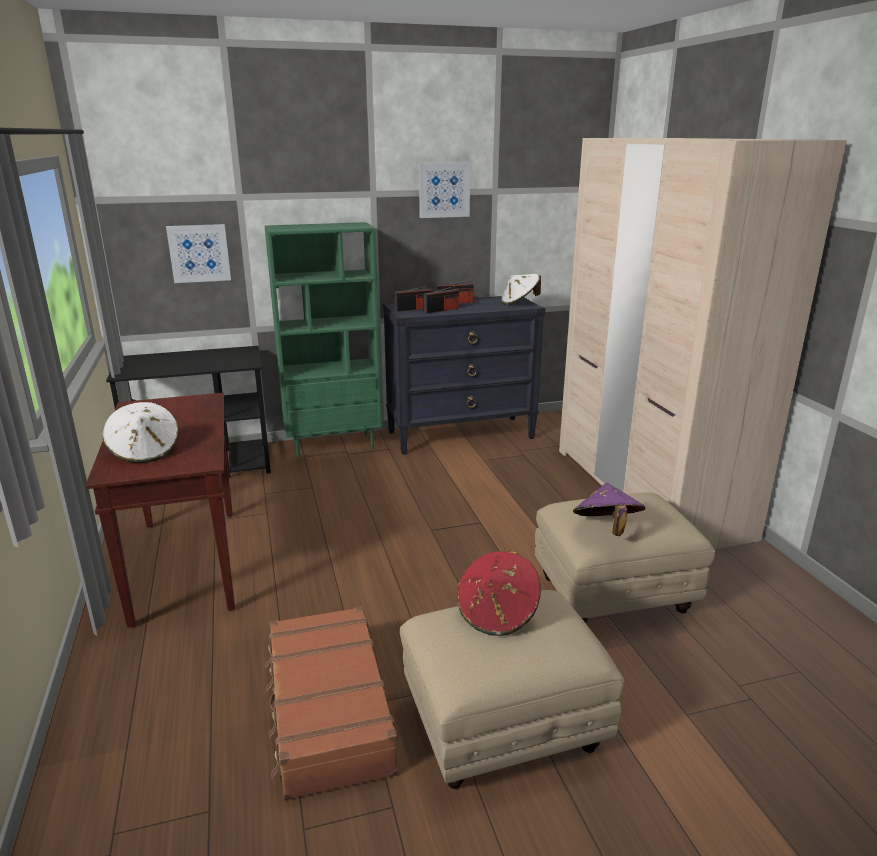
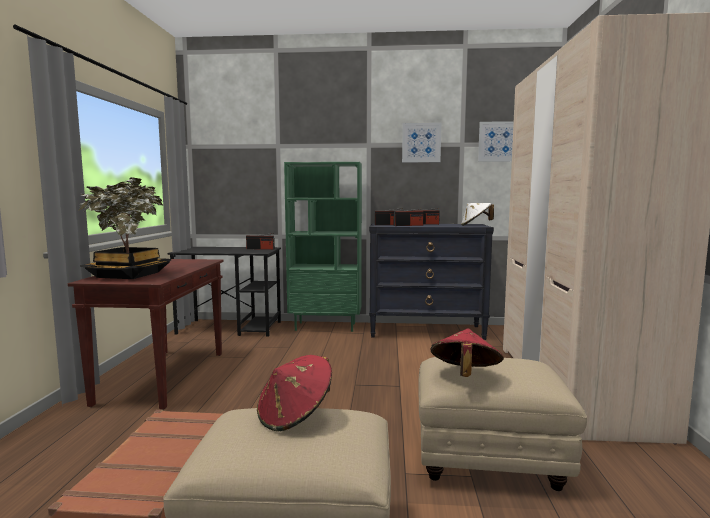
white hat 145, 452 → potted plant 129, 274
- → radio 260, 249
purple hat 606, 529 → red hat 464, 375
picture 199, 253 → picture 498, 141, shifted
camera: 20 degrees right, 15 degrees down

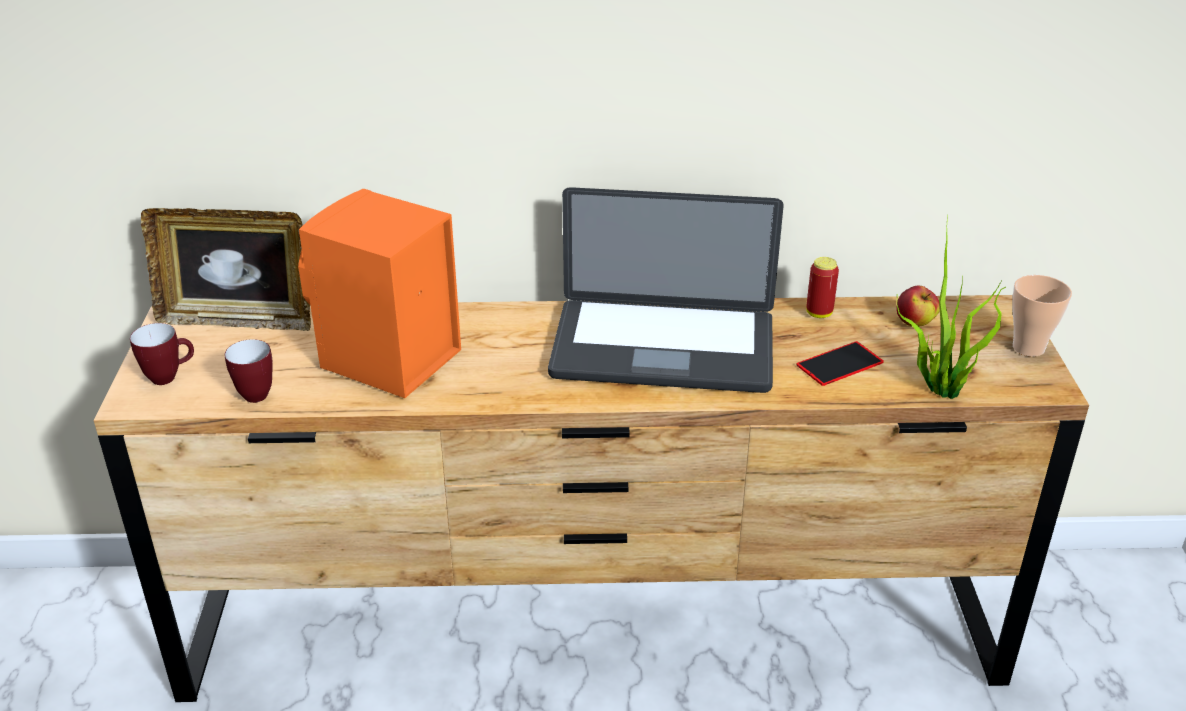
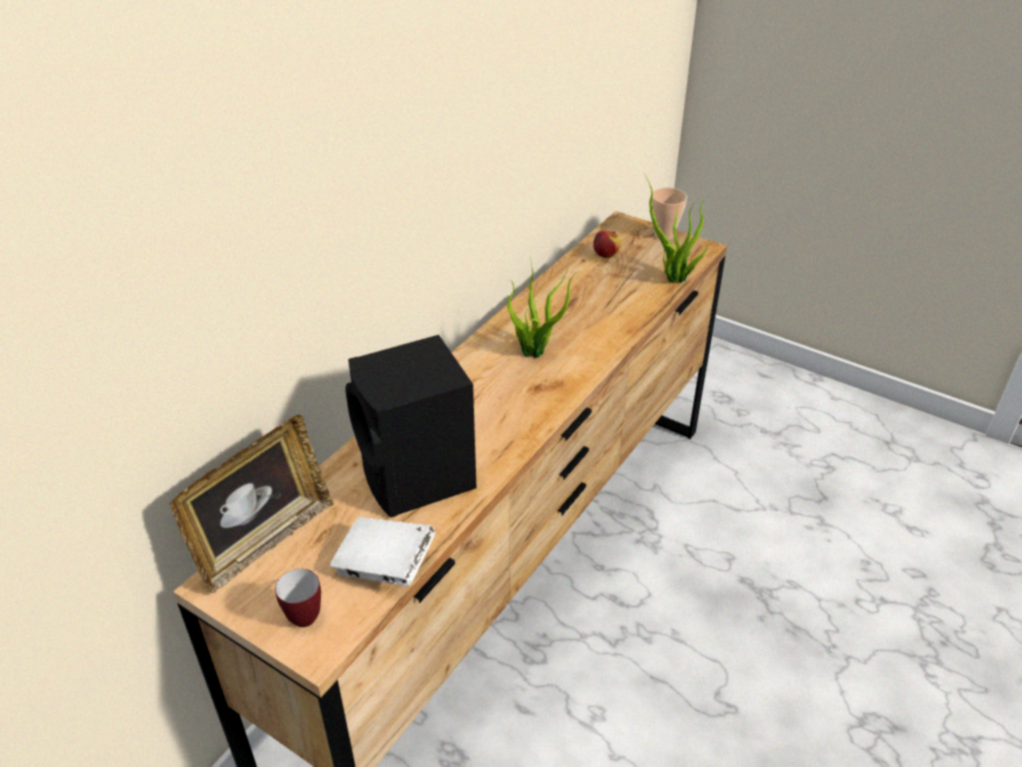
mug 256, 392 → white book 385, 566
orange speaker 386, 361 → black speaker 418, 479
laptop 663, 349 → potted plant 536, 352
phone 840, 364 → -
can 819, 313 → -
camera: 55 degrees left, 5 degrees up

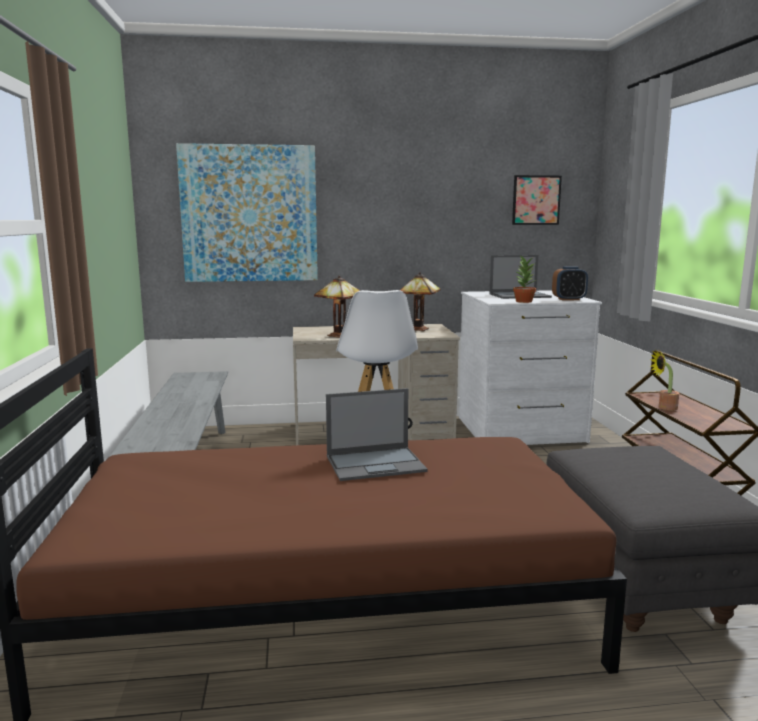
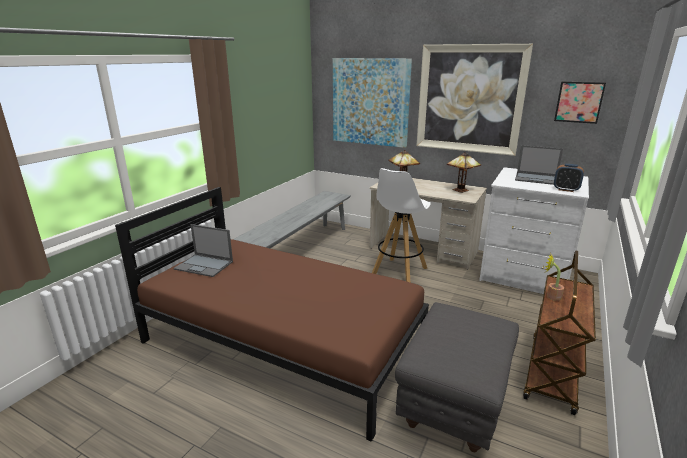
laptop 376, 464 → laptop 204, 265, shifted
- → picture 469, 99
potted plant 523, 301 → -
camera: 35 degrees right, 10 degrees up

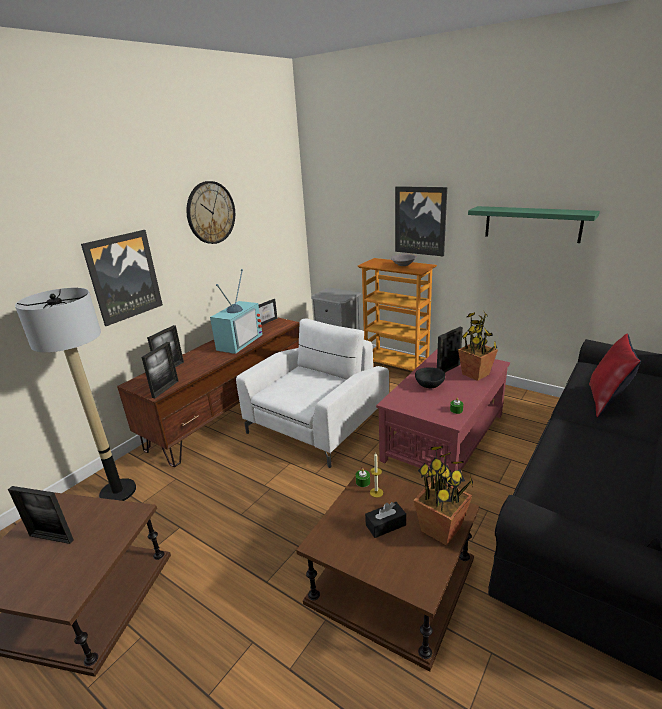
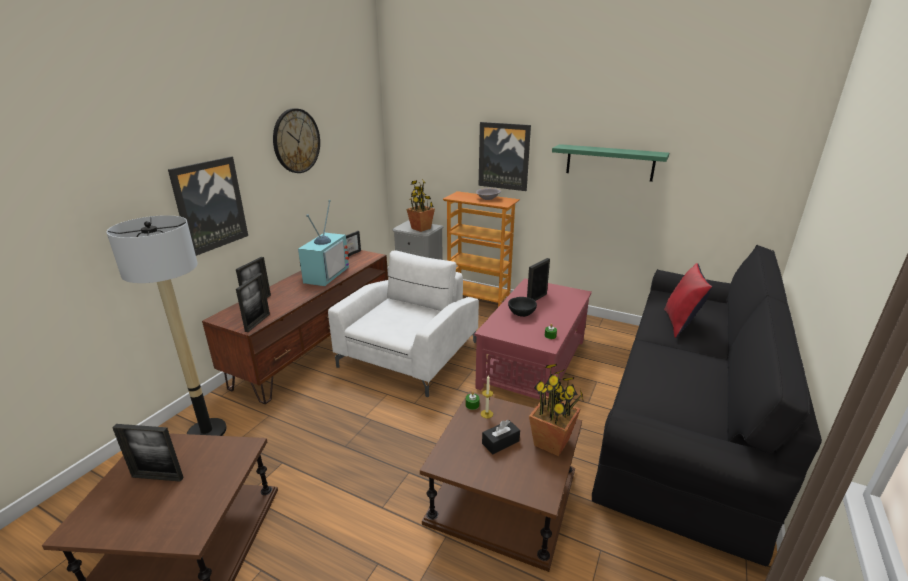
potted plant 476, 374 → potted plant 421, 228, shifted
camera: 10 degrees left, 0 degrees up

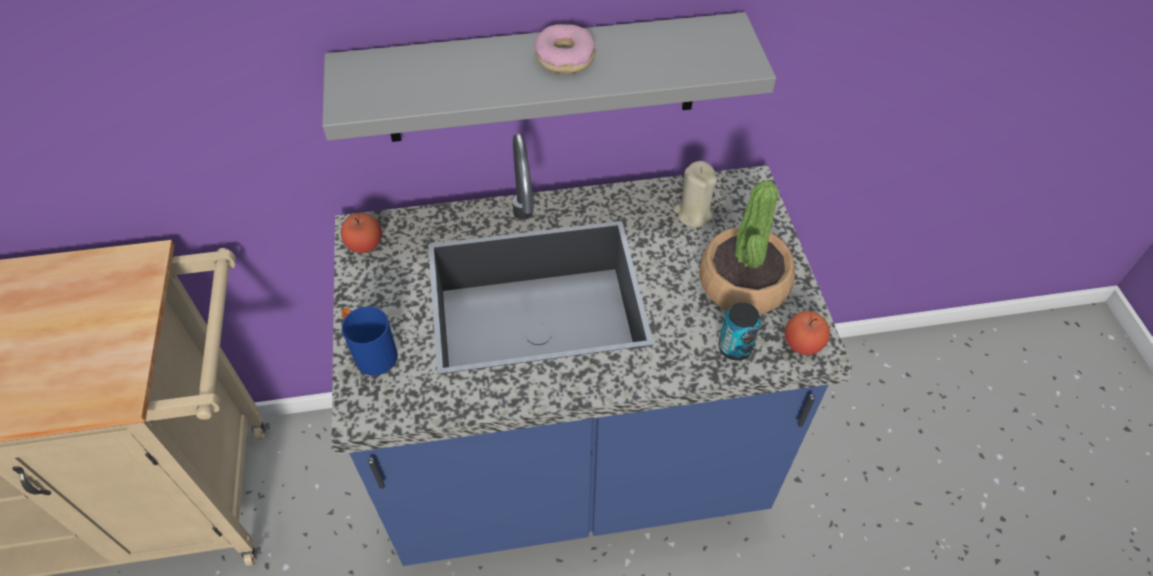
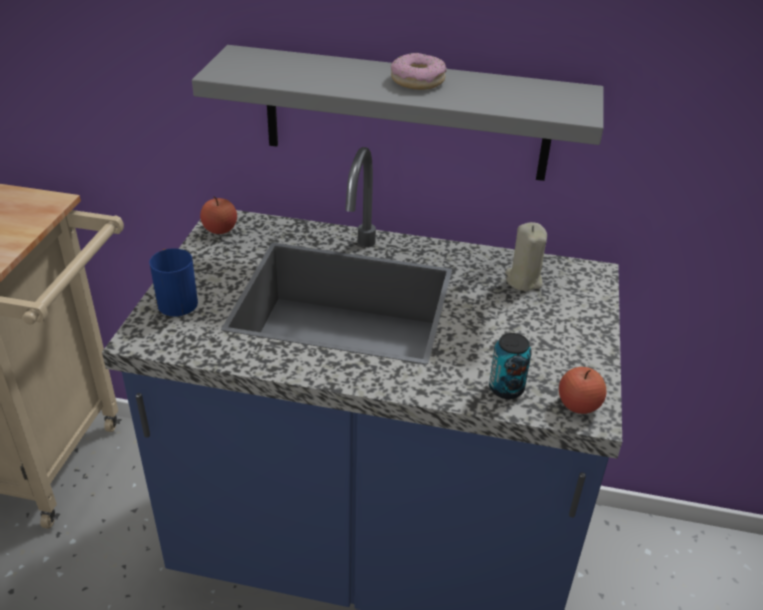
potted plant 744, 283 → -
camera: 20 degrees right, 15 degrees down

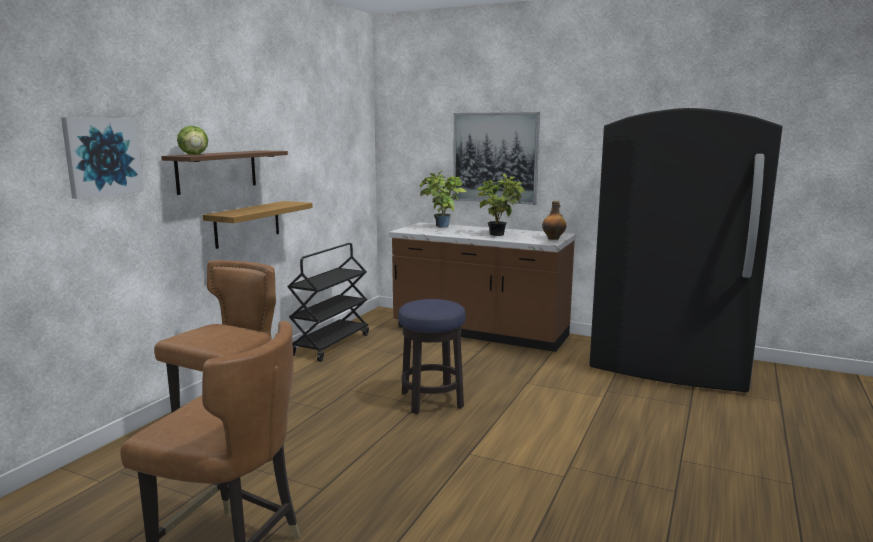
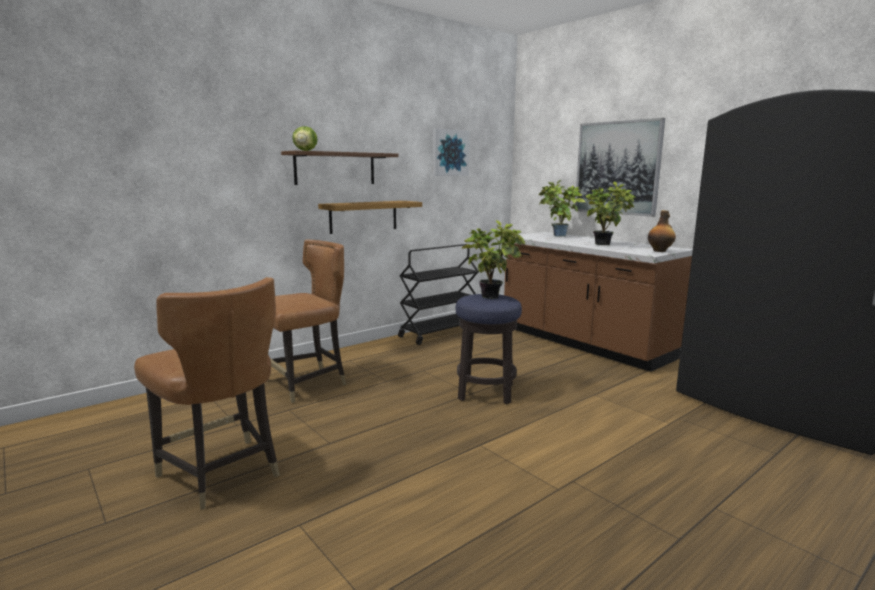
picture 102, 156 → picture 450, 153, shifted
- → potted plant 493, 296
camera: 25 degrees right, 0 degrees up

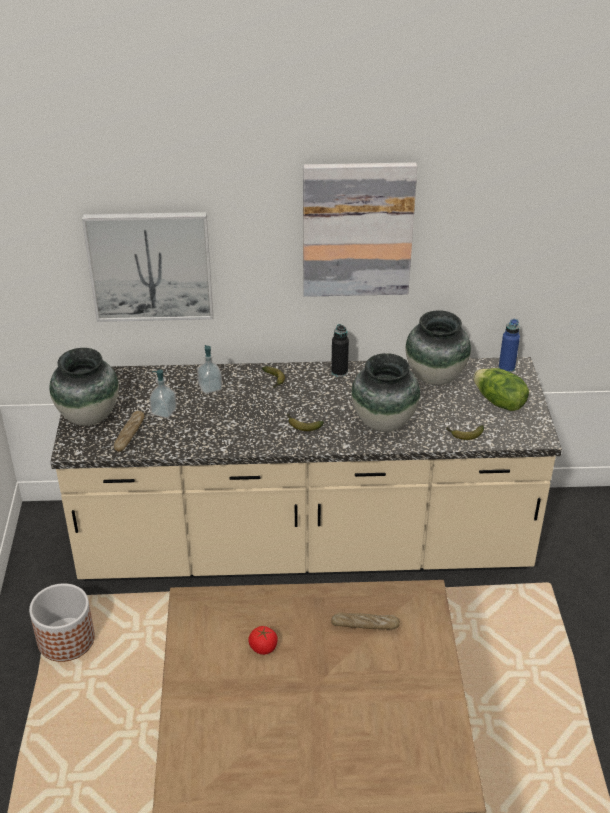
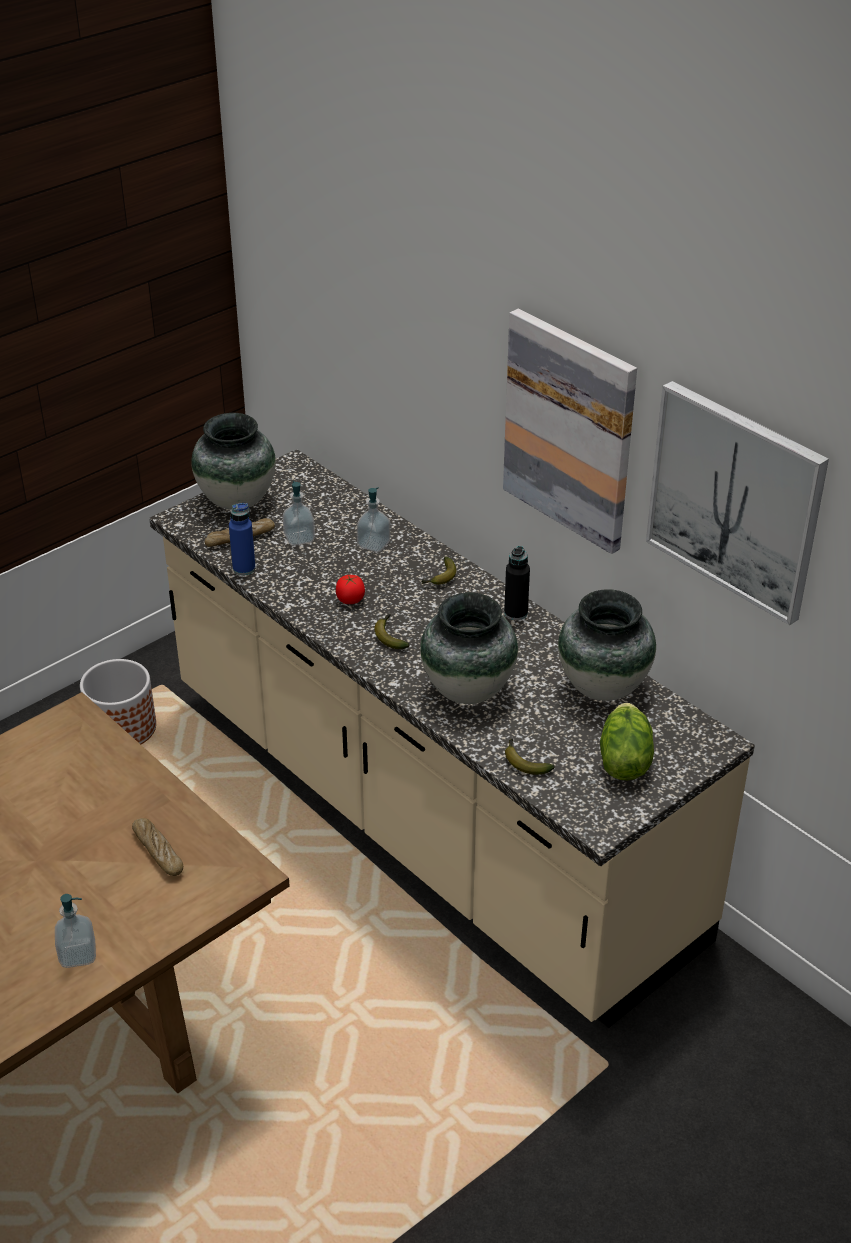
- → soap dispenser 78, 955
blue bottle 506, 368 → blue bottle 244, 568, shifted
tomato 263, 647 → tomato 350, 599, shifted
picture 150, 266 → picture 735, 500, shifted
camera: 50 degrees right, 0 degrees up

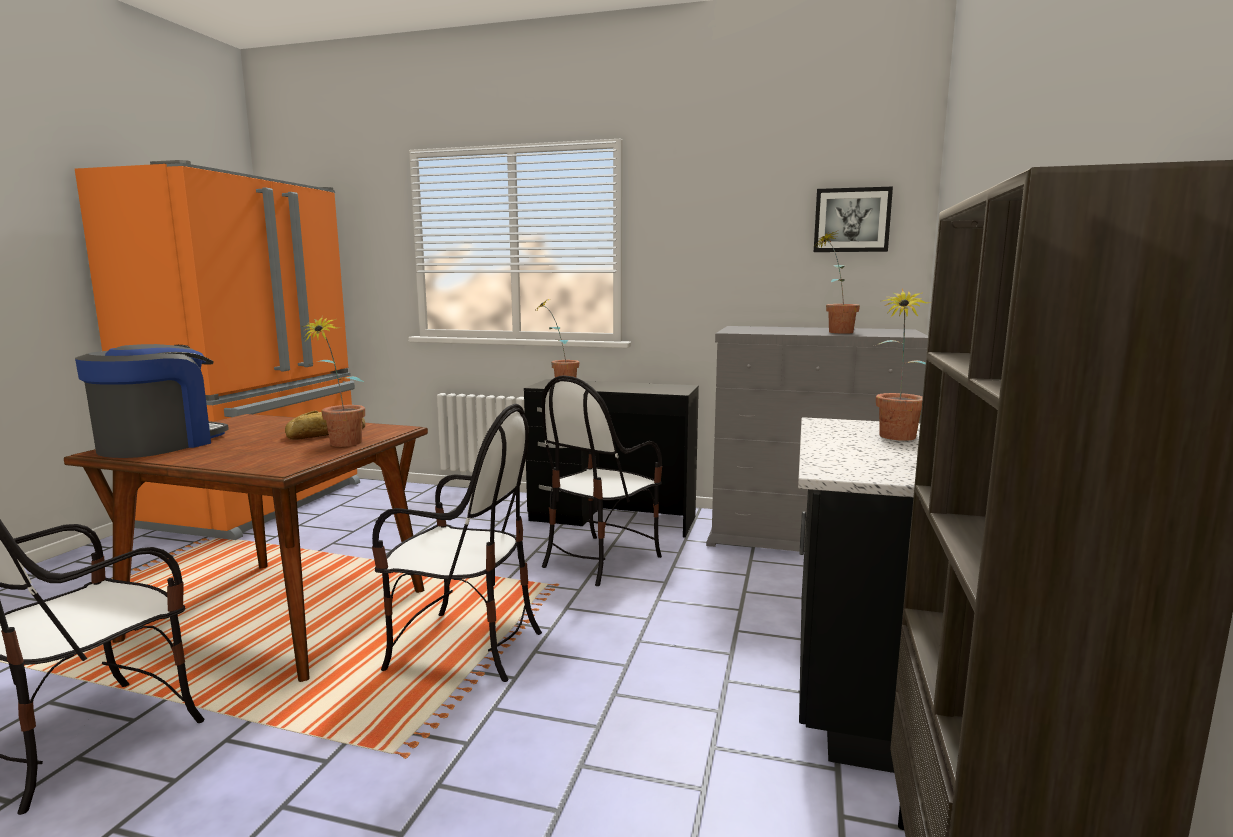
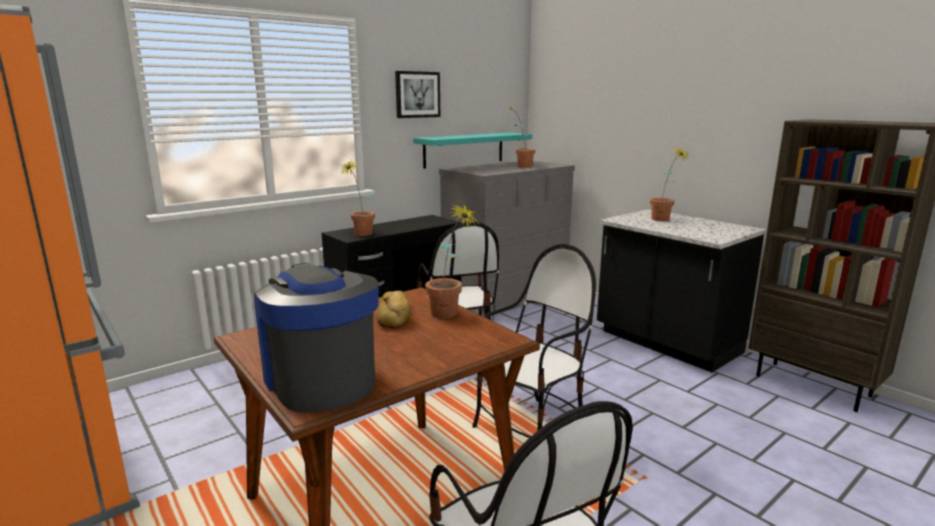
picture 851, 220 → picture 417, 94, shifted
- → turquoise shelf 464, 149
camera: 55 degrees left, 5 degrees up

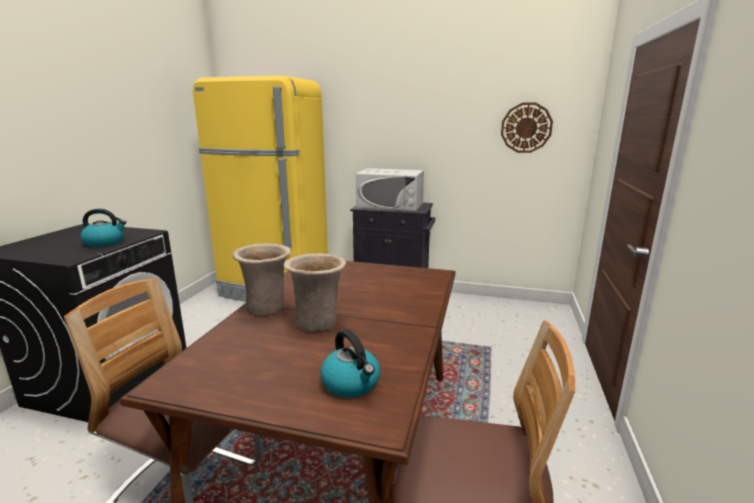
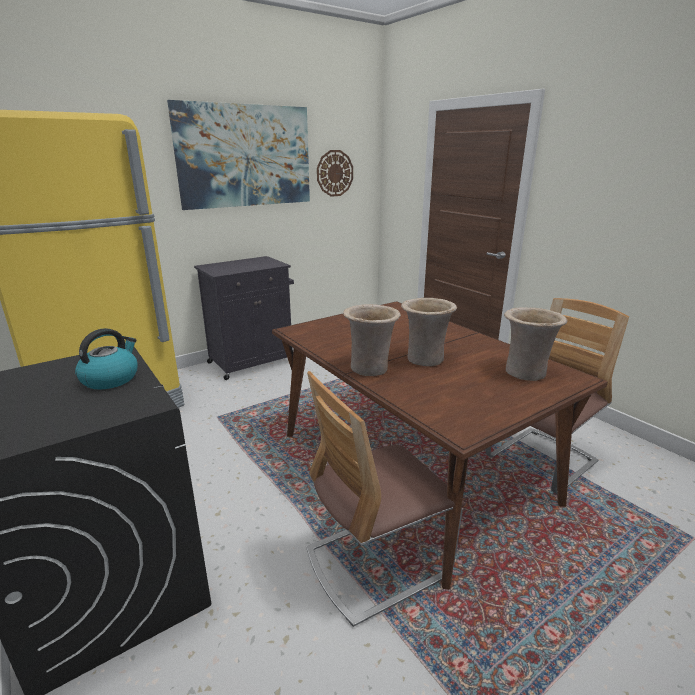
- → picture 245, 156
kettle 351, 383 → beige vase 525, 372
white microwave 390, 205 → -
camera: 50 degrees left, 5 degrees up

